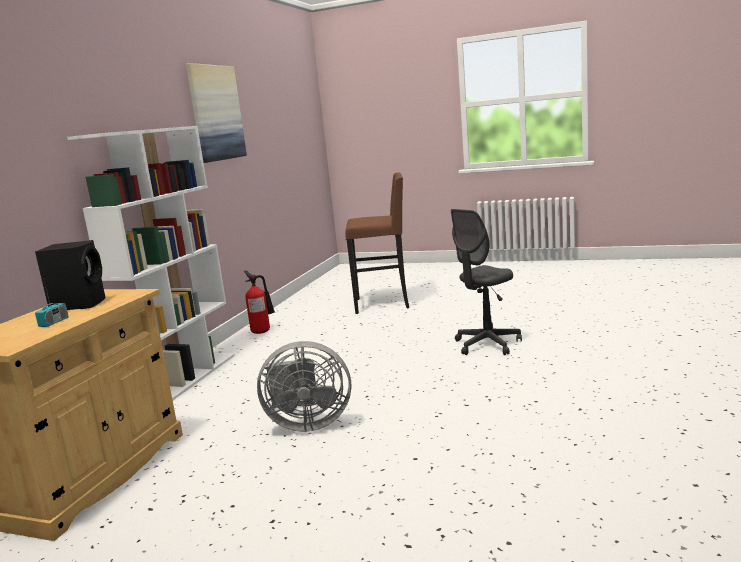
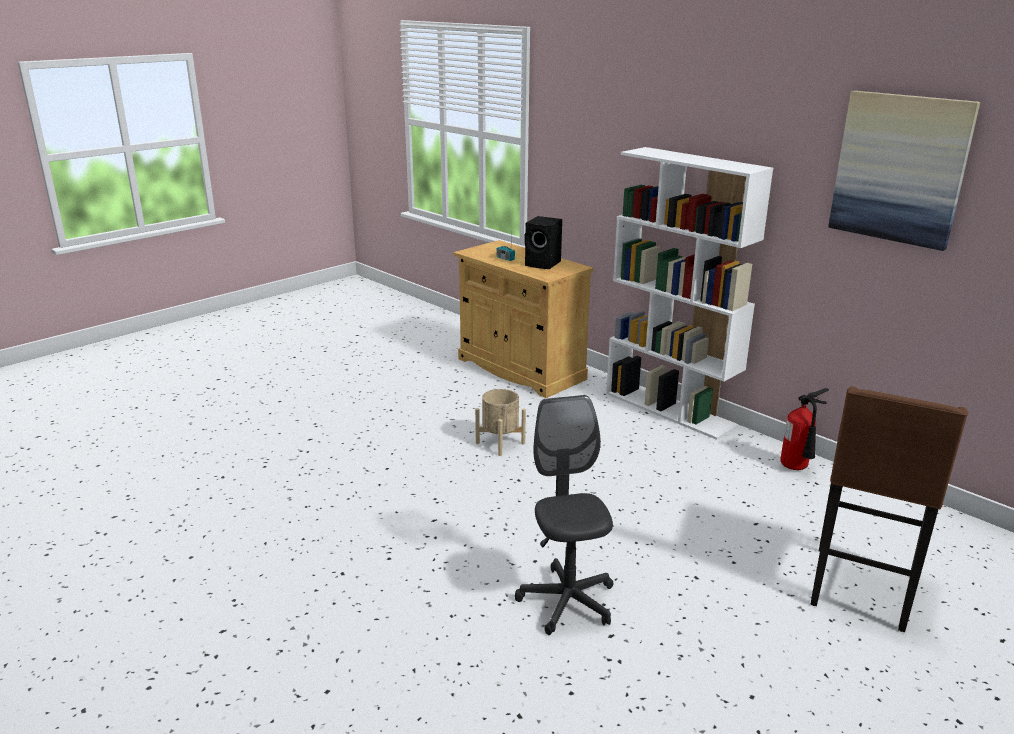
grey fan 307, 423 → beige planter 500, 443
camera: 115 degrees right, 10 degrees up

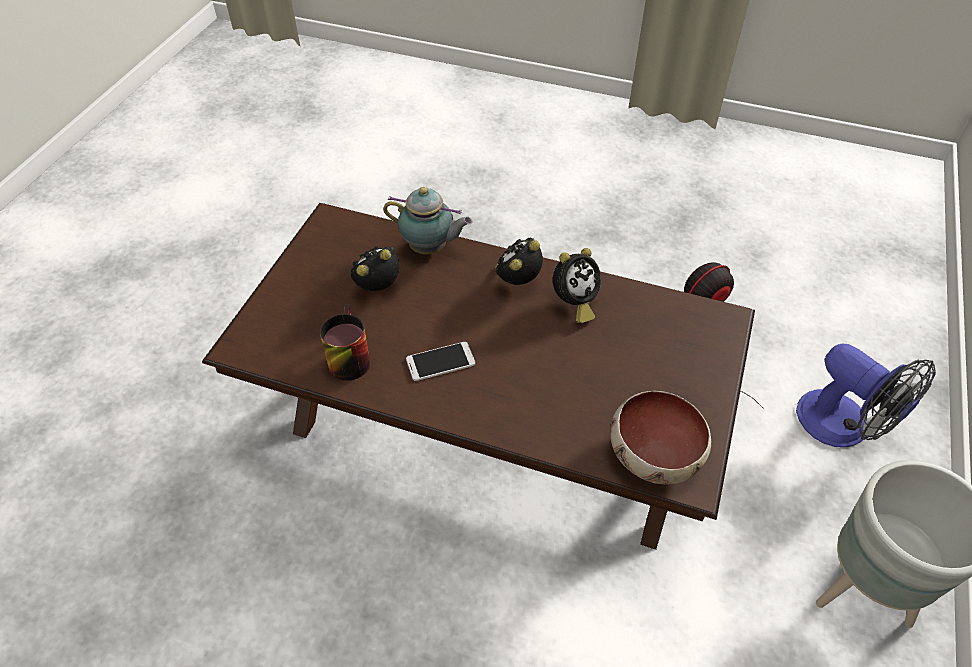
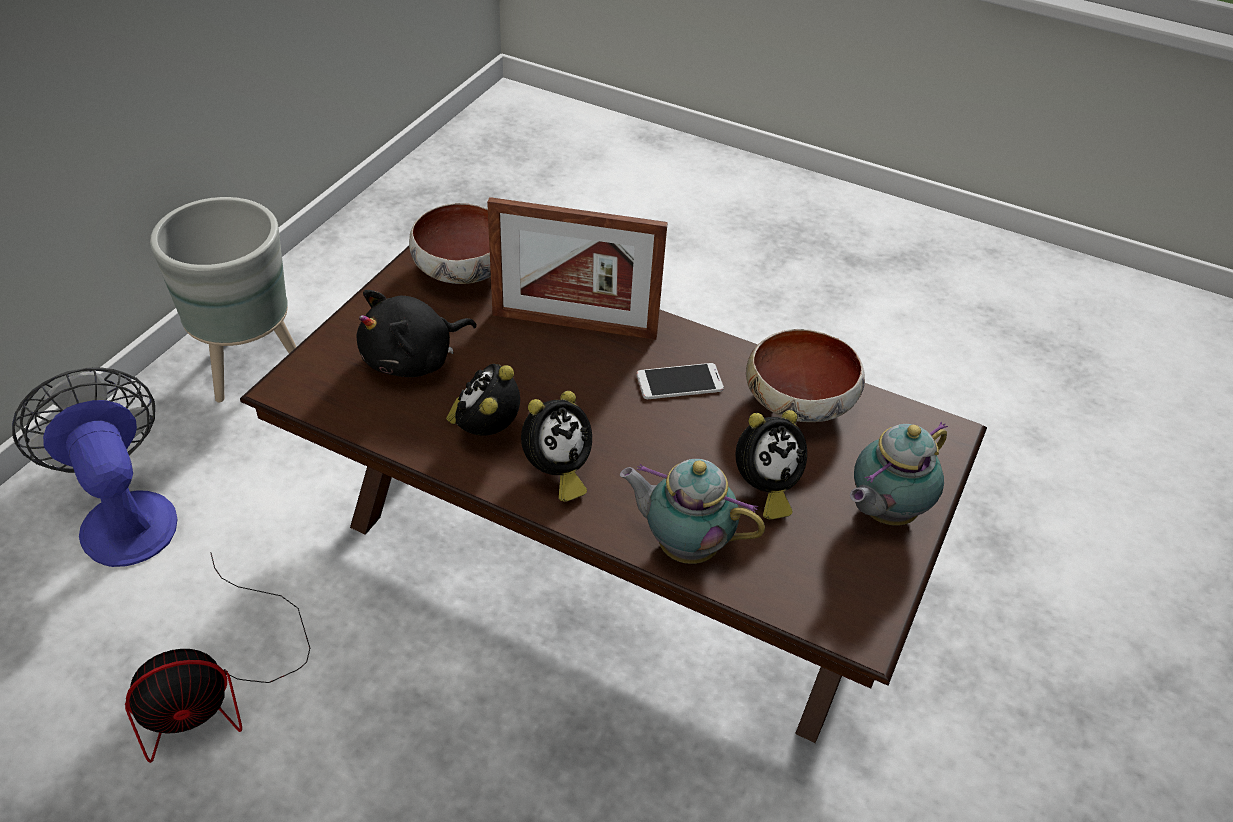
- → black plush toy 413, 360
alarm clock 573, 304 → alarm clock 485, 430, 45 degrees counterclockwise
- → picture frame 574, 325
mug 346, 357 → bowl 800, 401
- → teapot 883, 513
camera: 175 degrees left, 5 degrees down

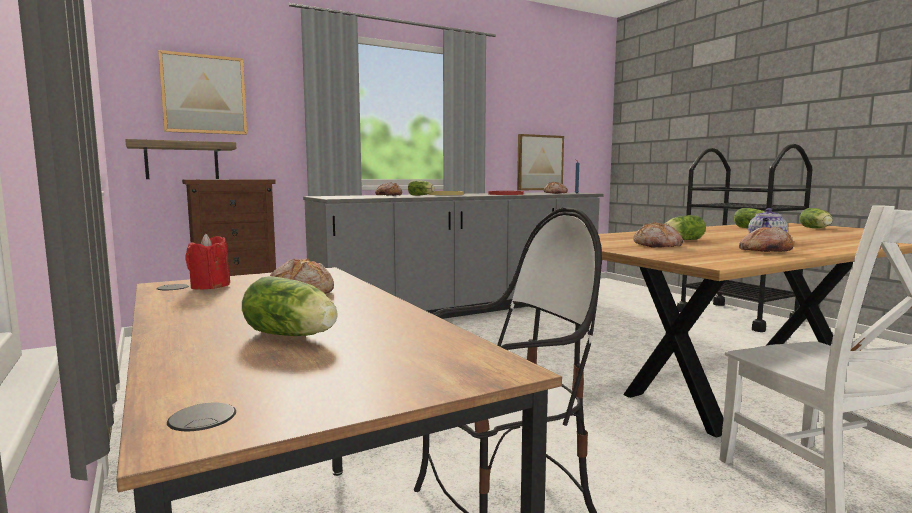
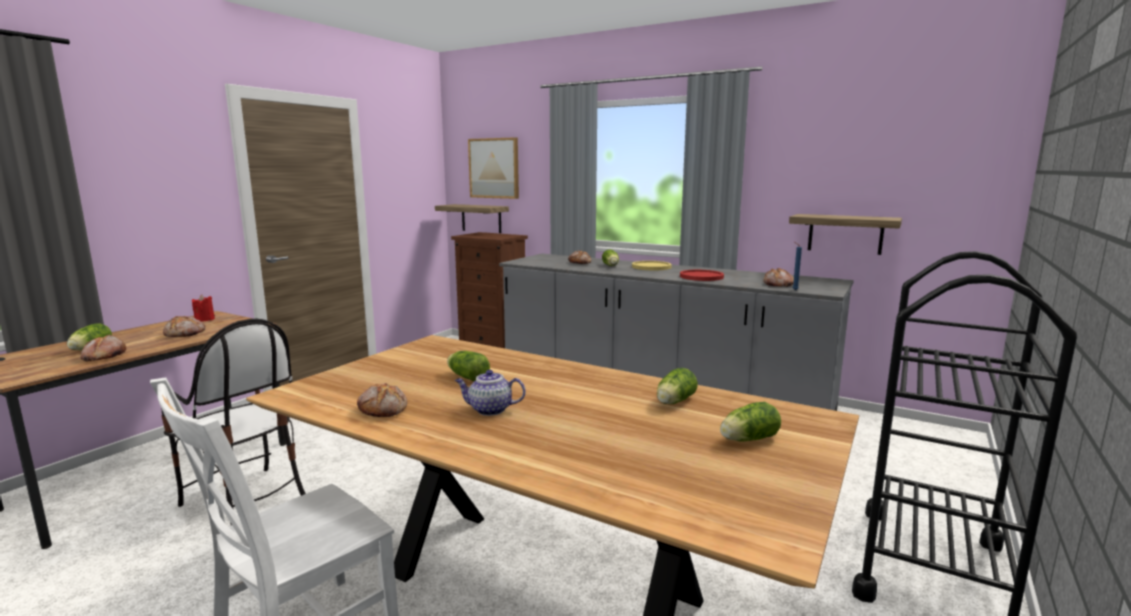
bread 658, 245 → bread 104, 356, shifted
picture 539, 162 → shelf 845, 234
camera: 60 degrees right, 5 degrees up

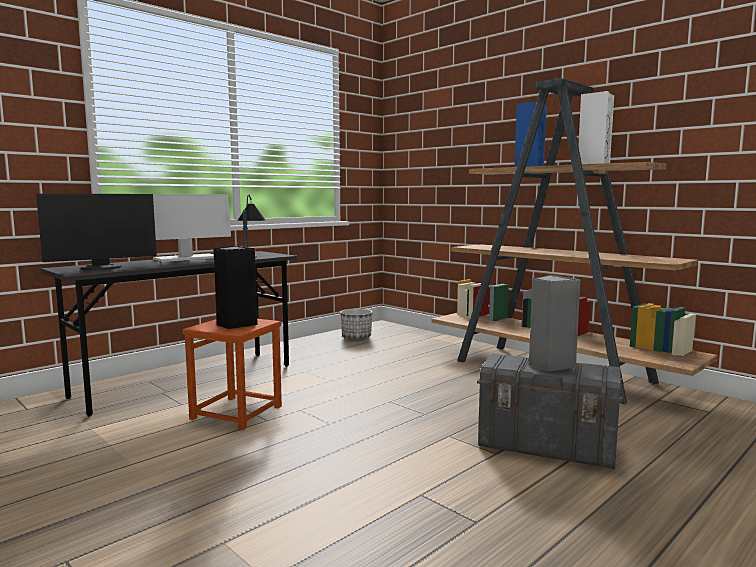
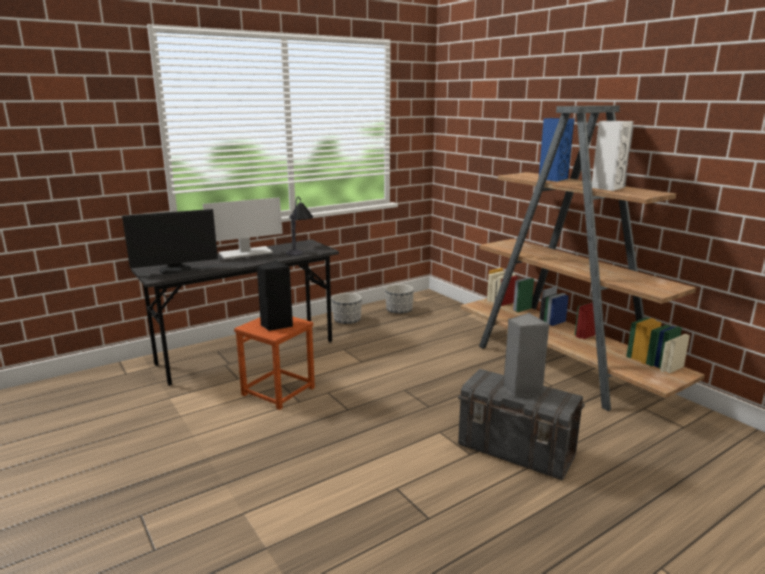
- → planter 347, 321
camera: 10 degrees right, 10 degrees up

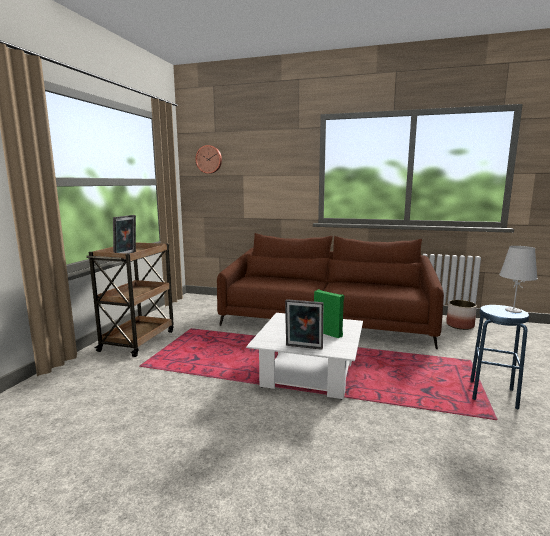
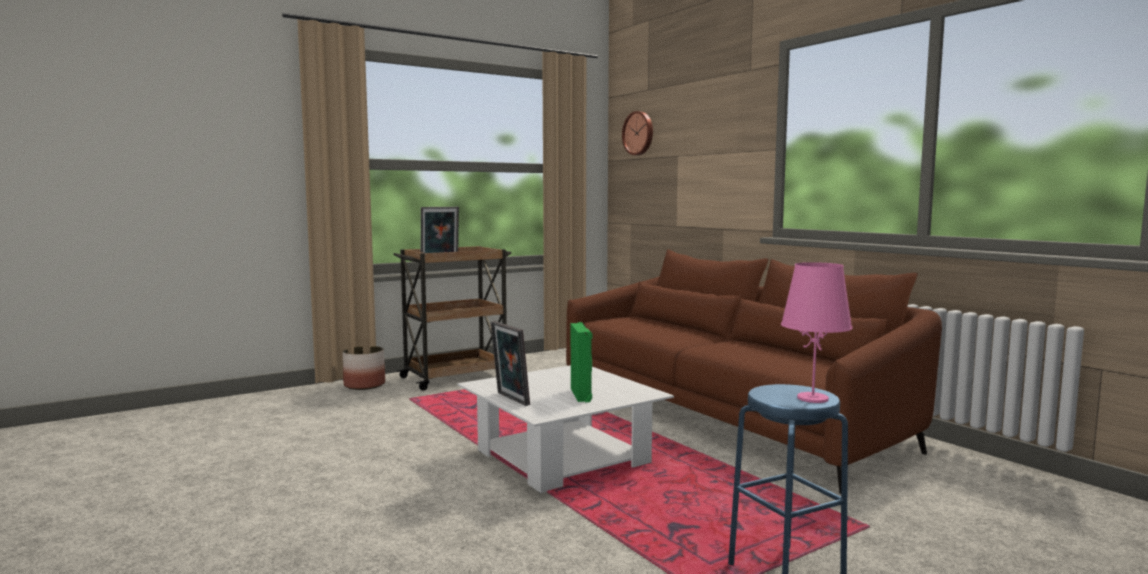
planter 460, 325 → planter 365, 385, shifted
white table lamp 513, 310 → pink table lamp 812, 398
camera: 40 degrees right, 5 degrees down

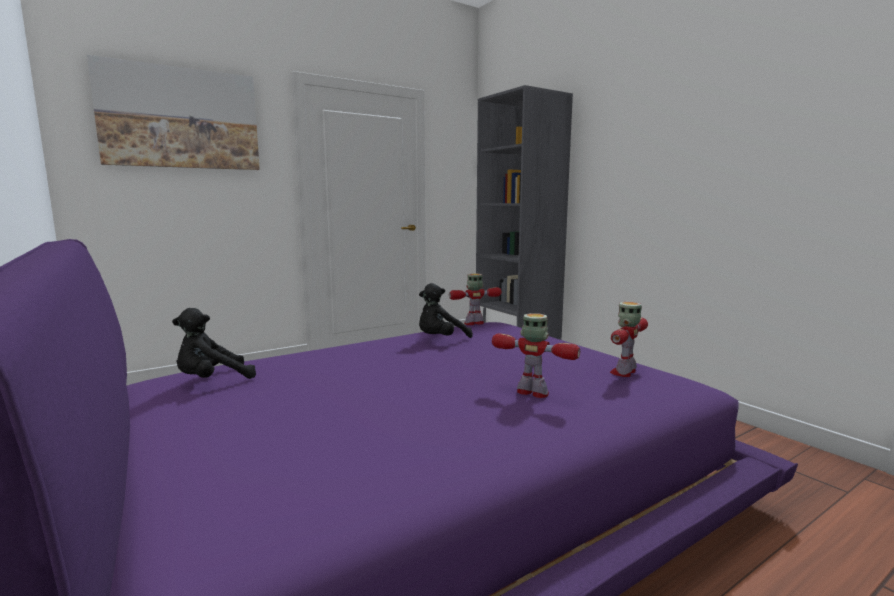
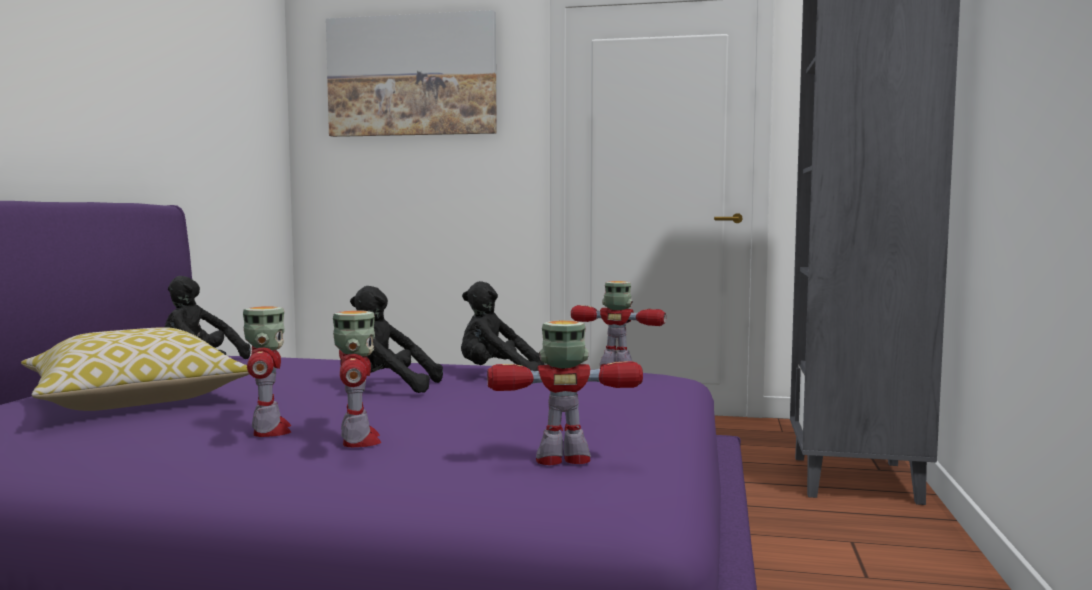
- → pillow 135, 400
- → toy robot 269, 431
- → black plush toy 387, 388
camera: 45 degrees right, 5 degrees down

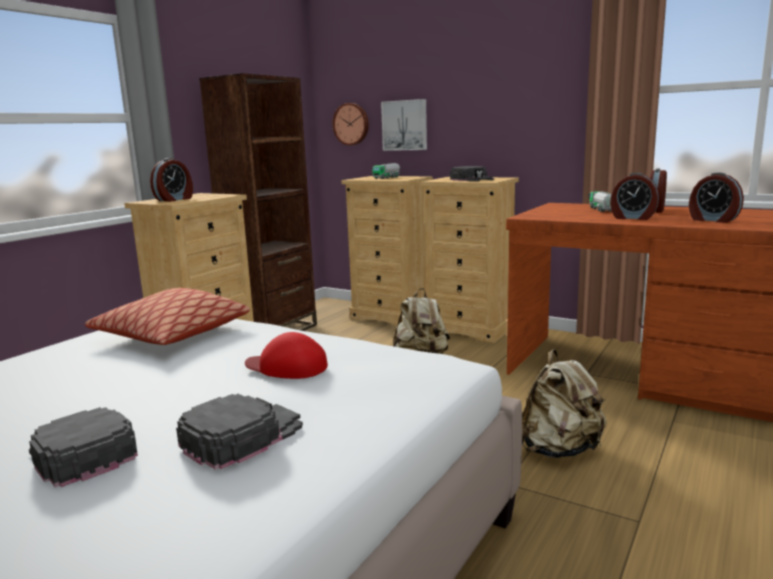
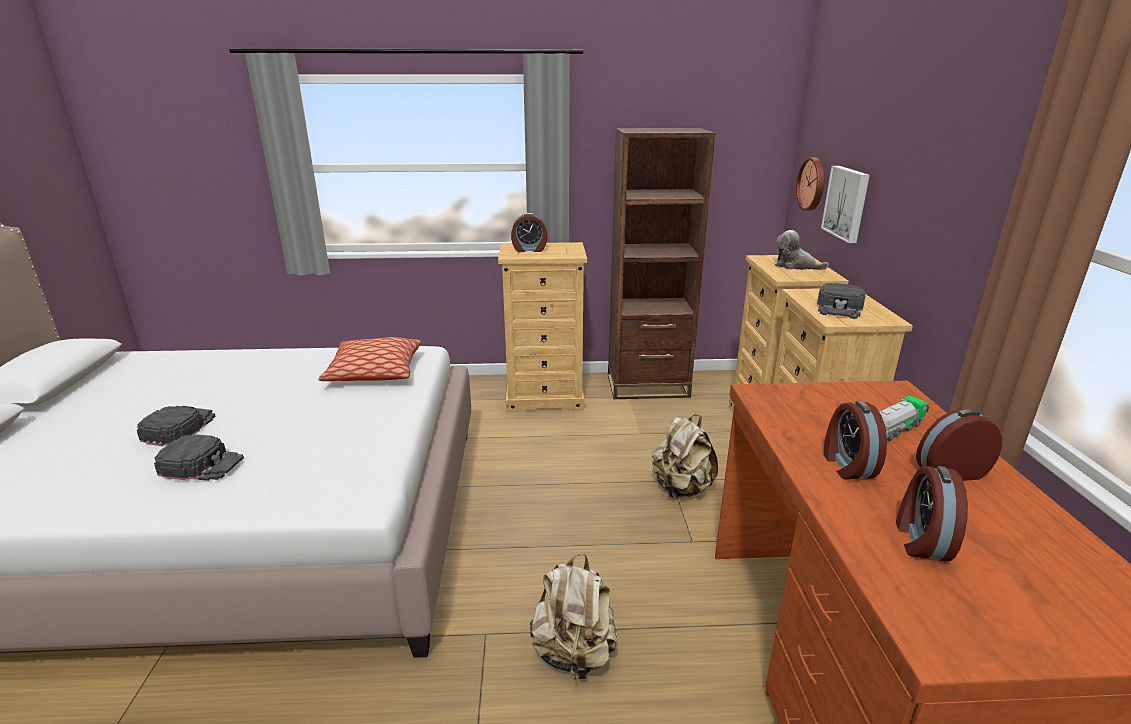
toy truck 386, 177 → plush toy 795, 266
red cap 286, 366 → -
camera: 55 degrees right, 10 degrees up

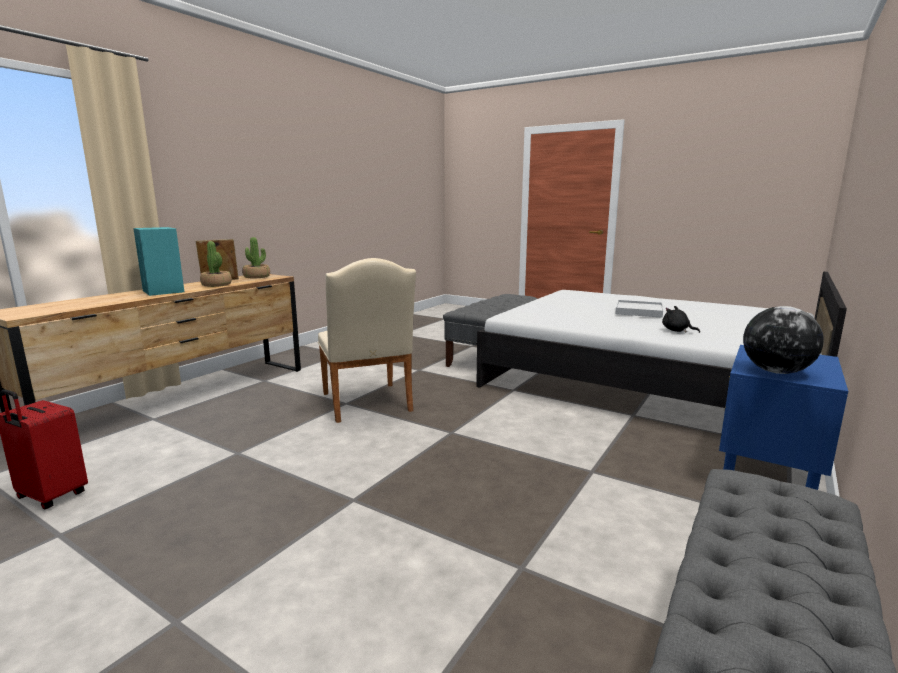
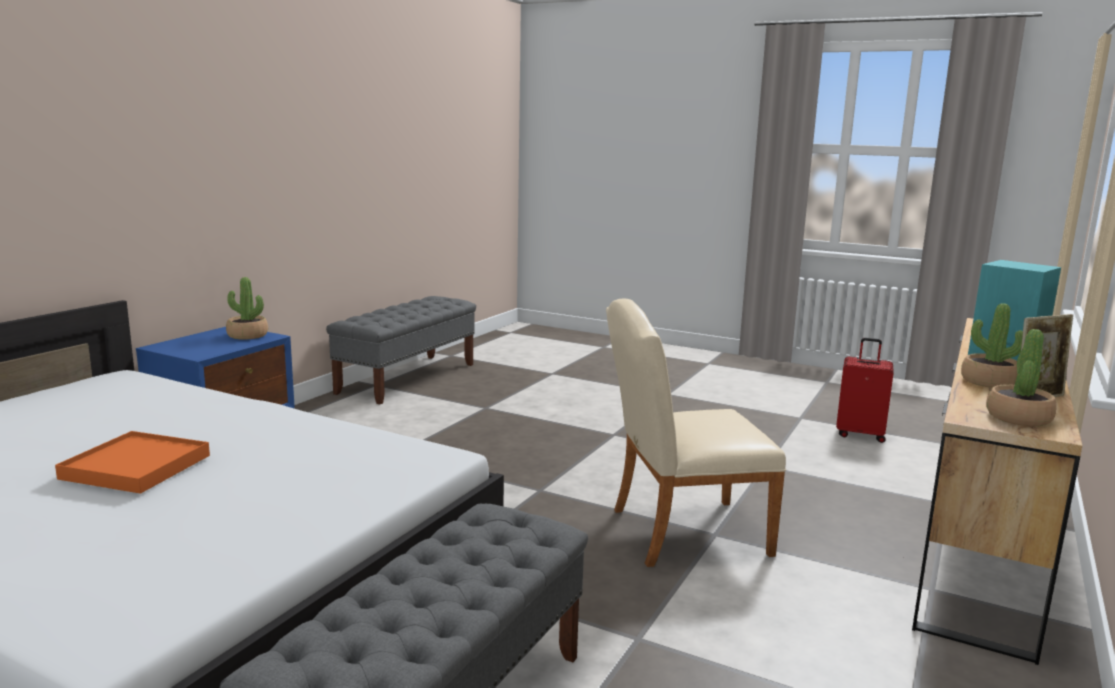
white tray 639, 311 → orange tray 136, 467
globe 776, 372 → potted plant 247, 335
beige chair 367, 404 → beige chair 678, 532, 75 degrees counterclockwise
black plush toy 677, 331 → -
camera: 175 degrees right, 0 degrees up

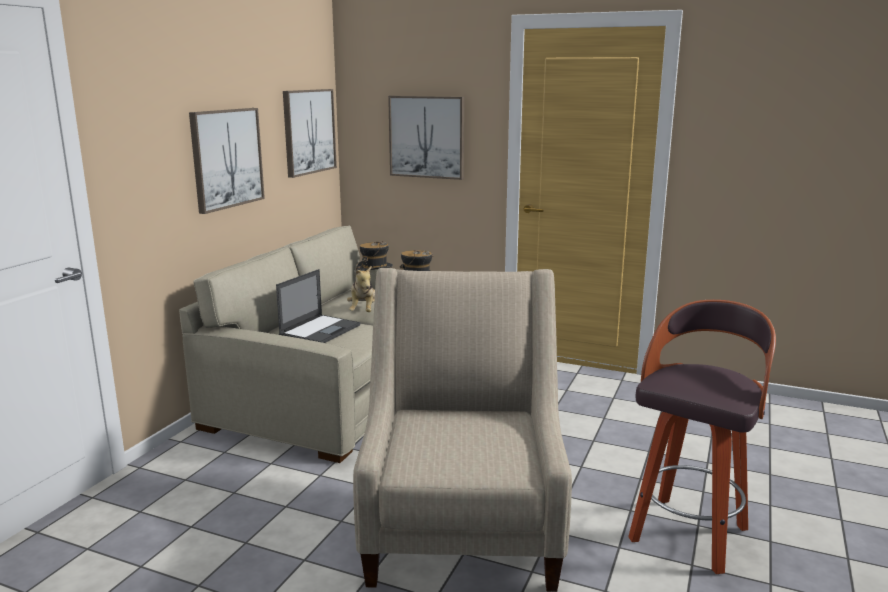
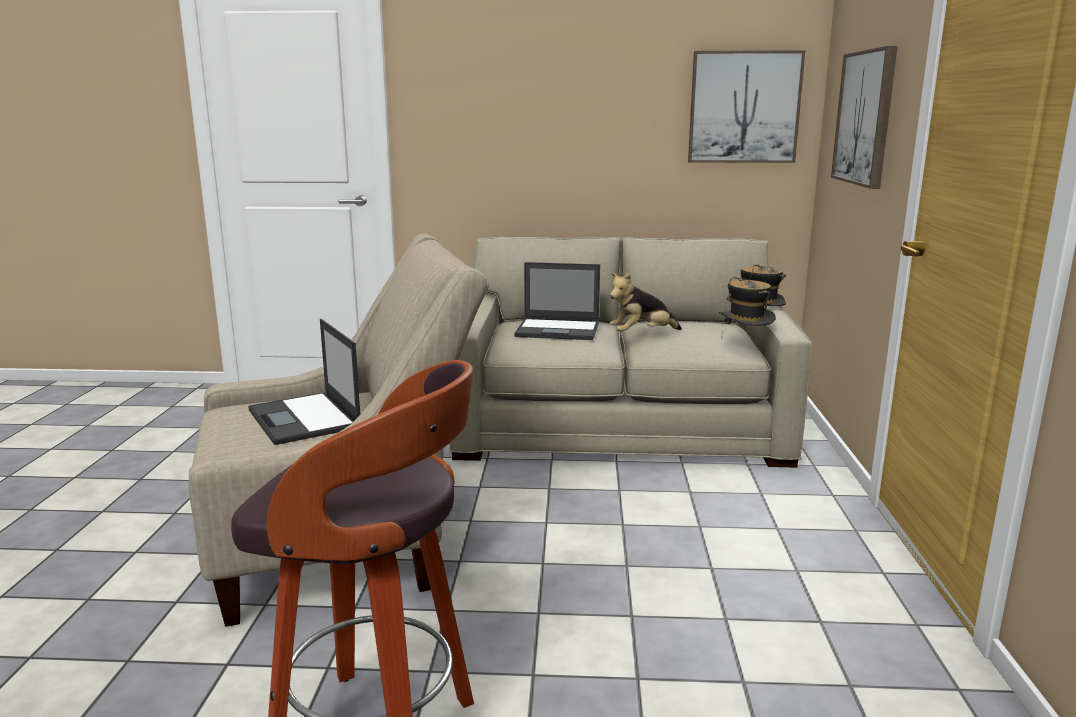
- → laptop 305, 419
picture 226, 158 → -
camera: 70 degrees right, 0 degrees up

